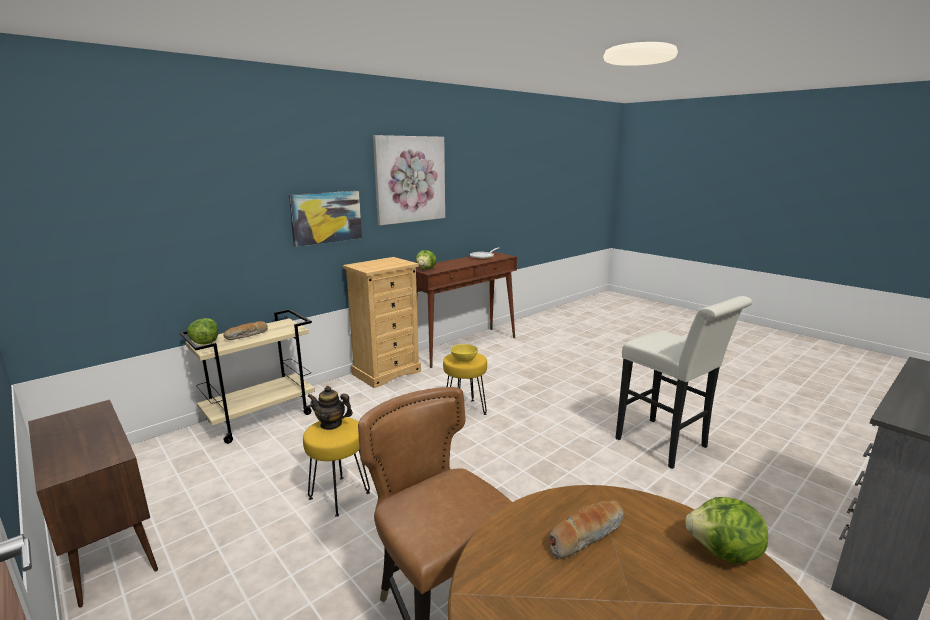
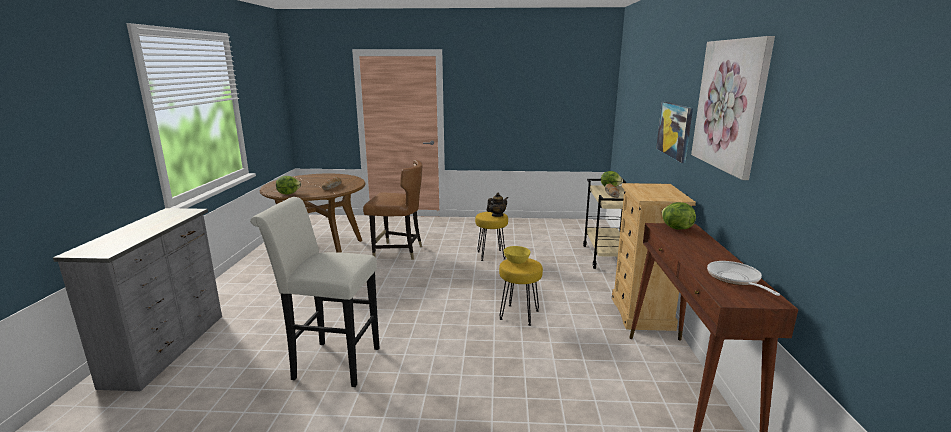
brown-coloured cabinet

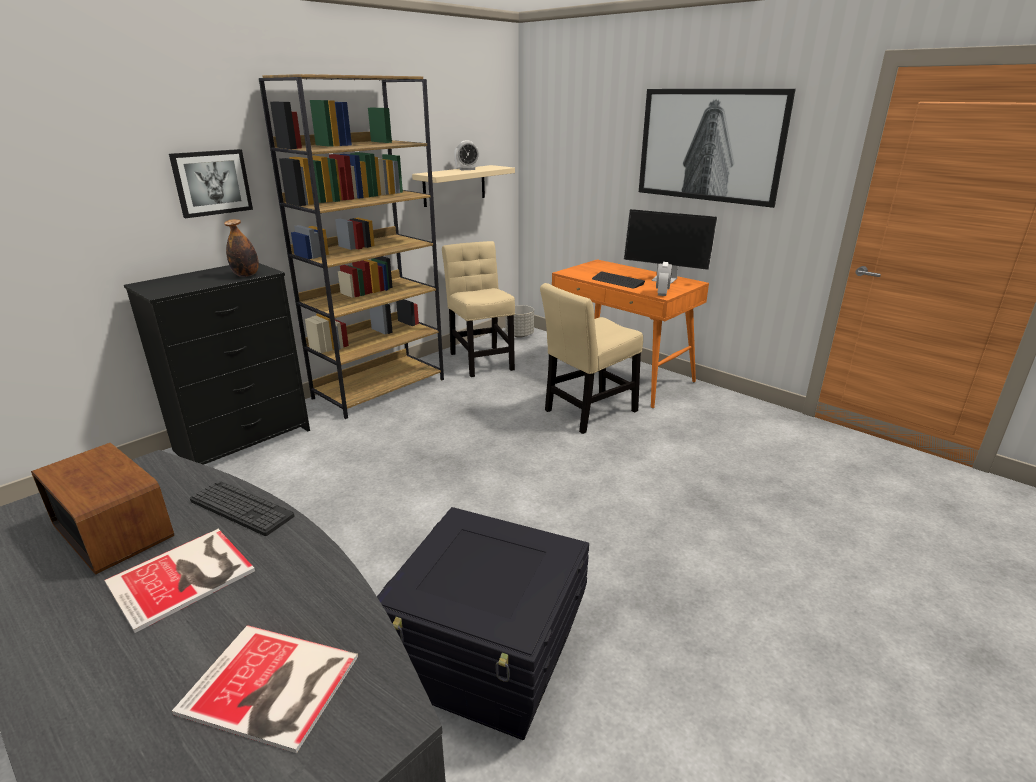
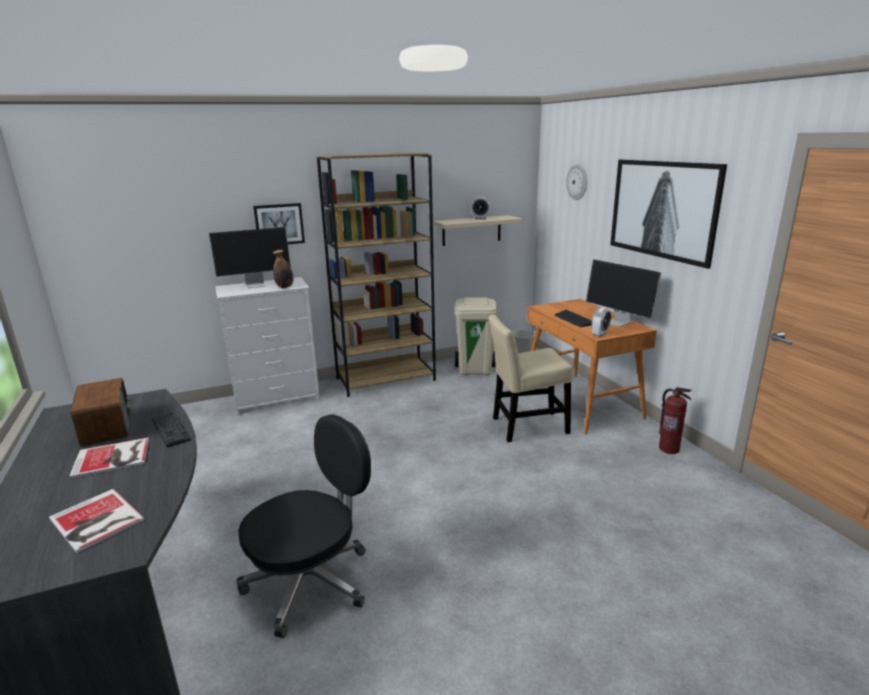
computer display (1st from left)
white dresser
black-coloured computer chair
beige-coloured trash can
wall clock
fire-fighting cylinder

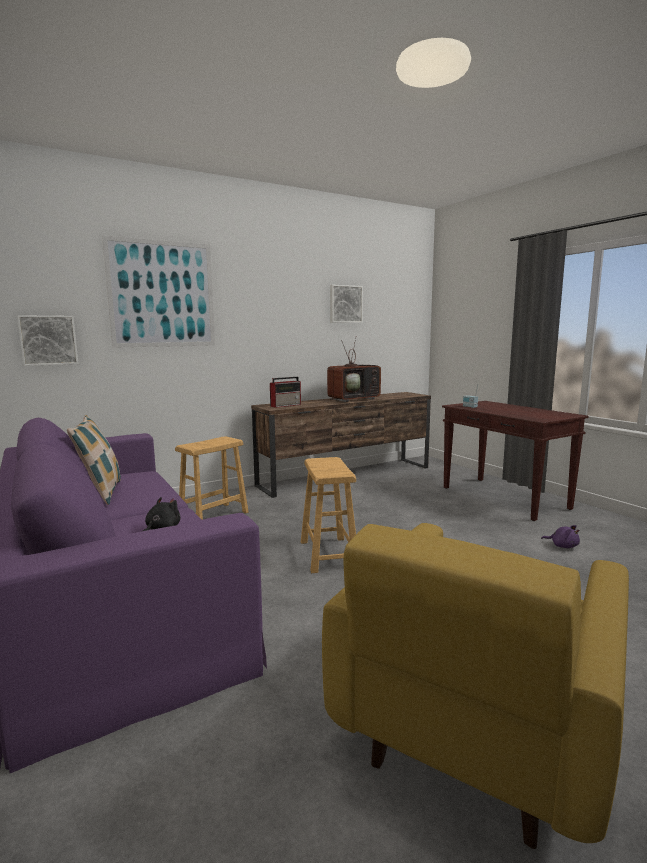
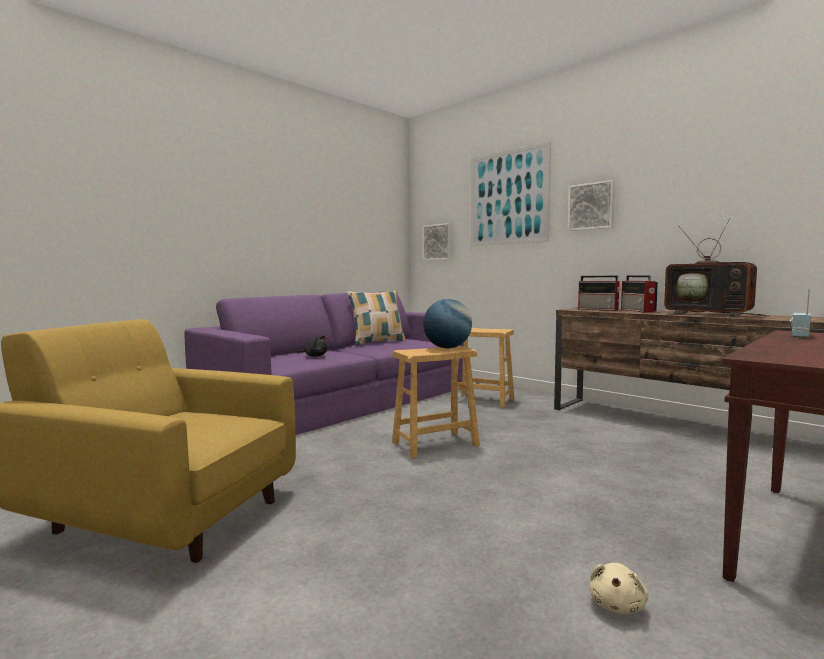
world globe
wall picture (3rd from left)
beige-coloured plush toy
radio receiver (2nd from left)

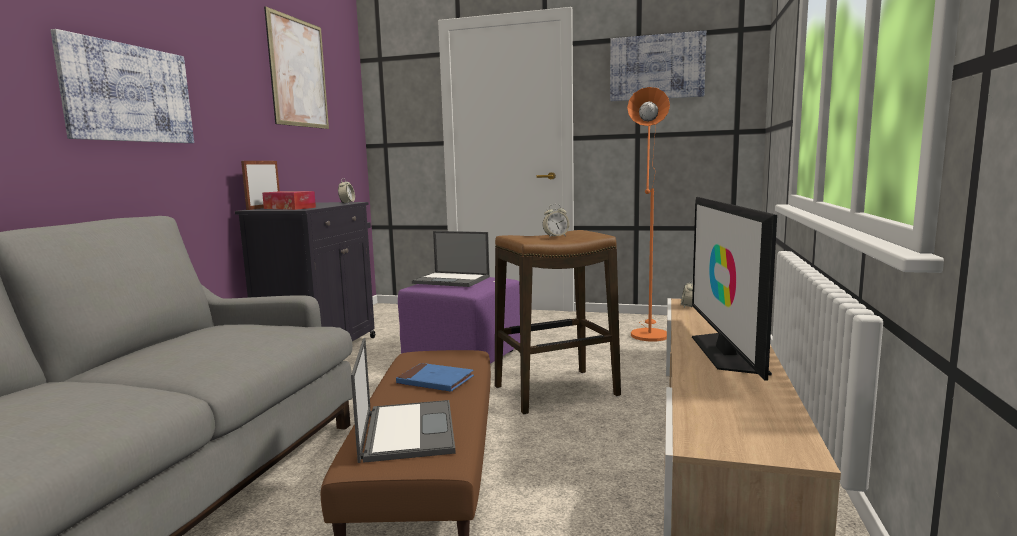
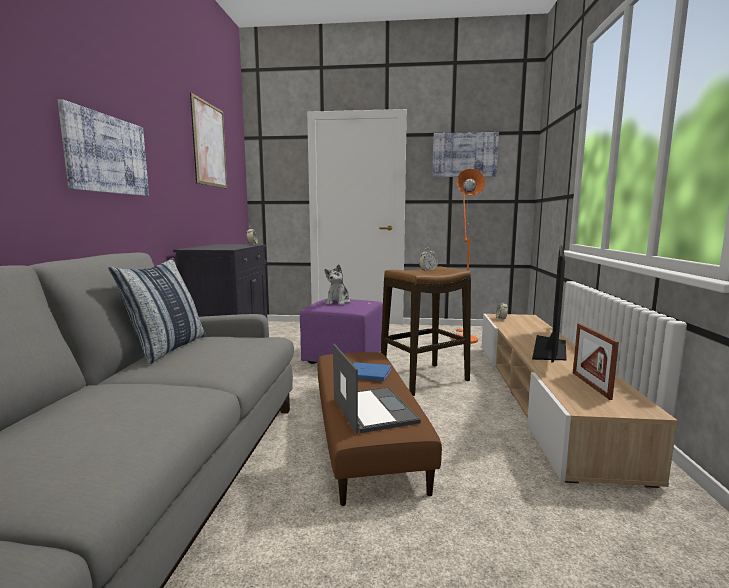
throw pillow
plush toy
TV set
picture frame
tissue box

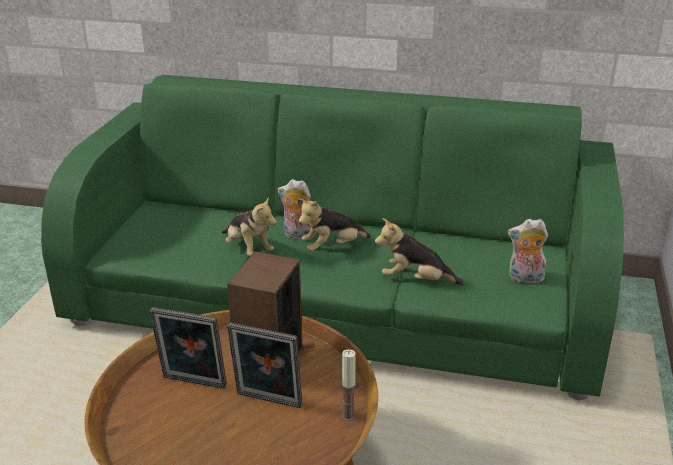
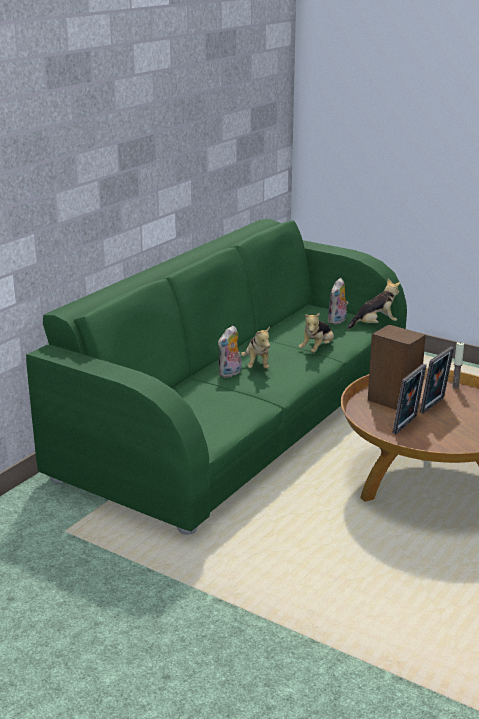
plush toy (5th from left)

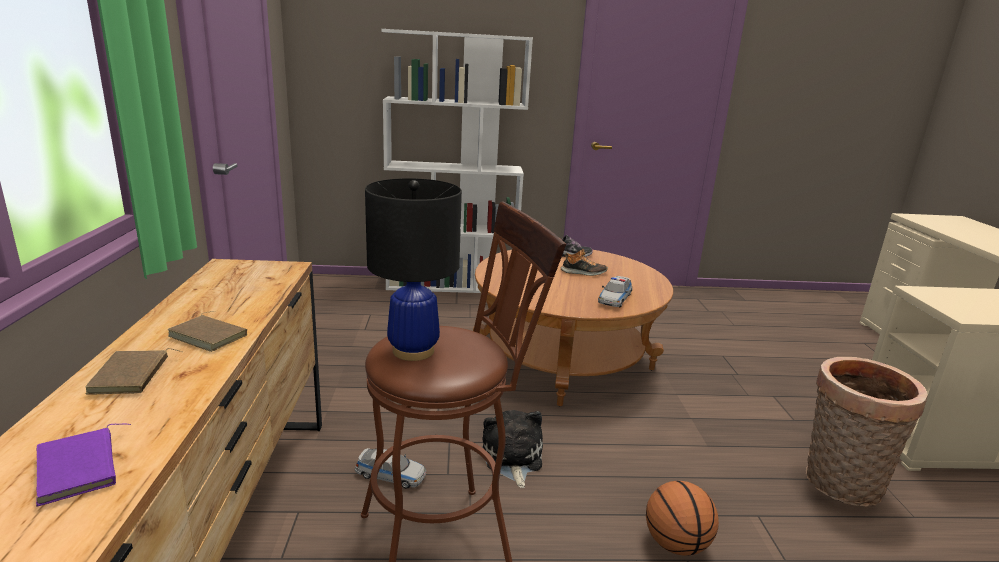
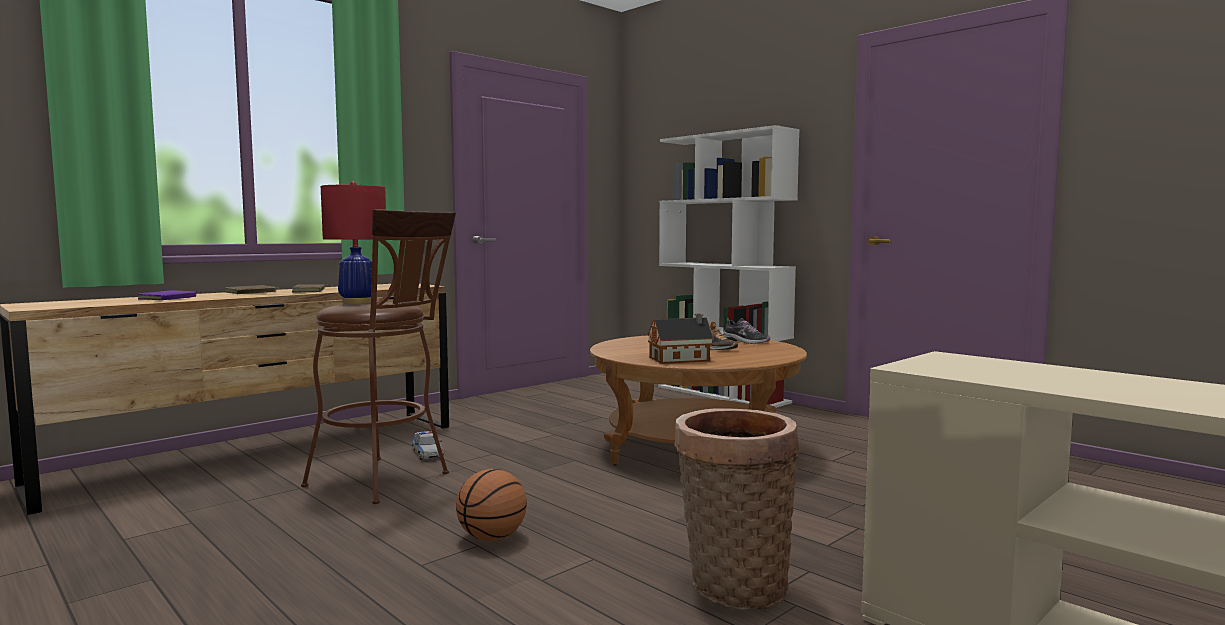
red-coloured lamp for a table
toy house
plush toy

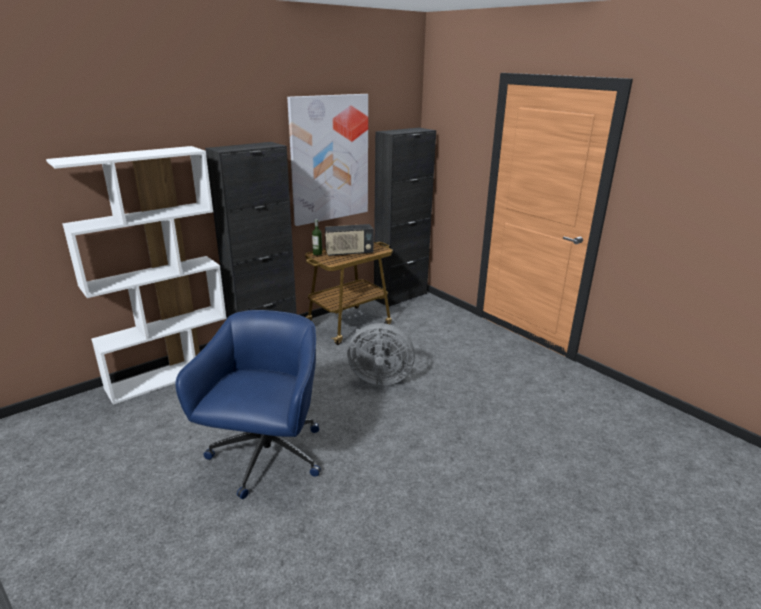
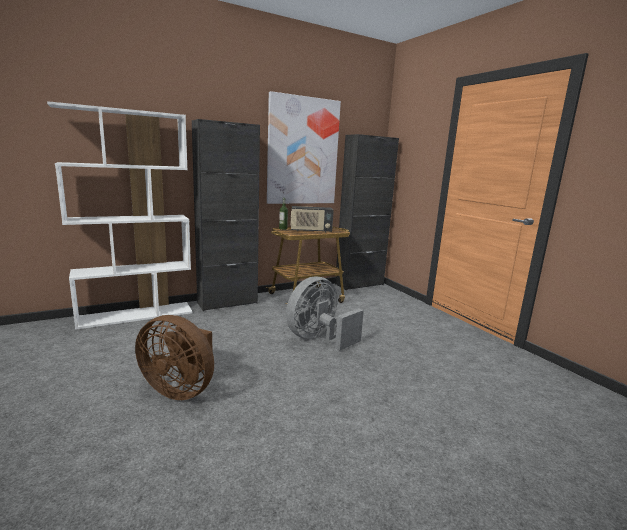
brown-coloured cooling fan
grey cooling fan

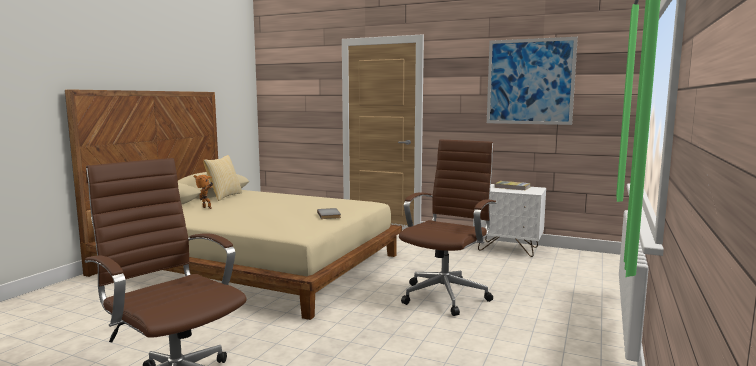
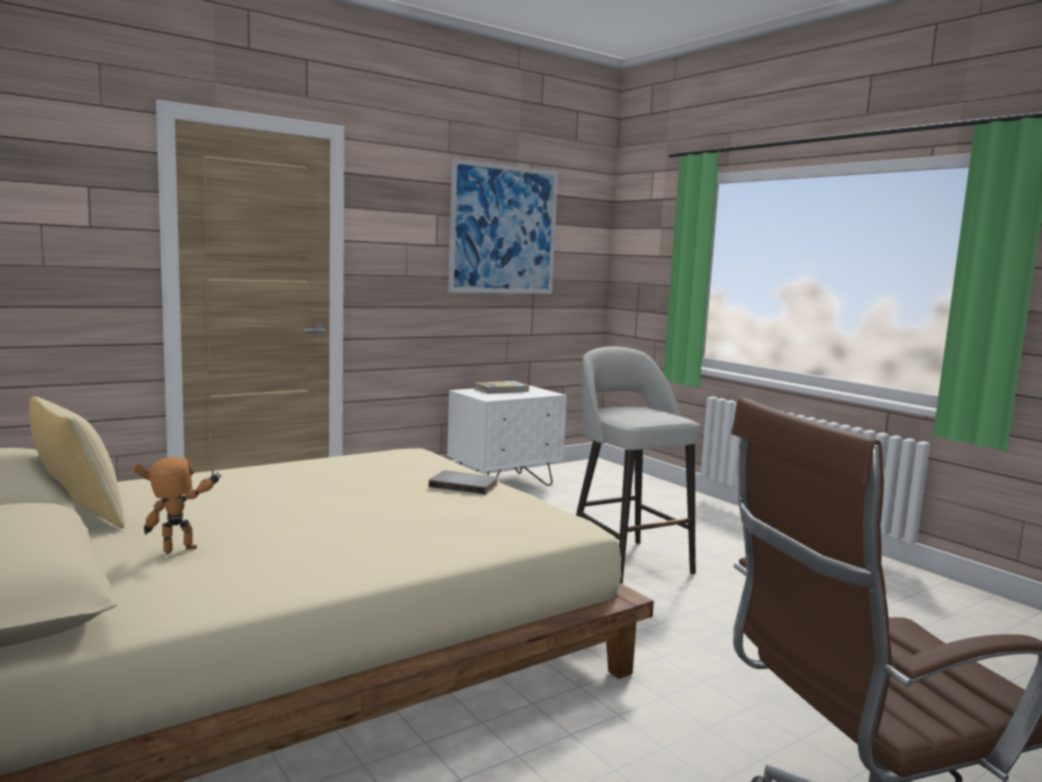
grey stool seat

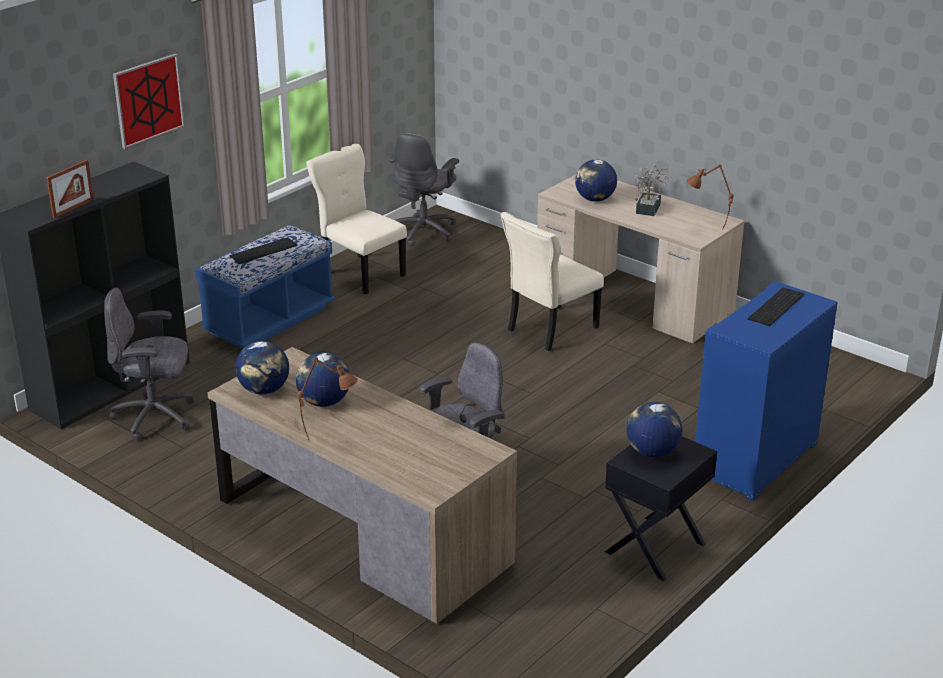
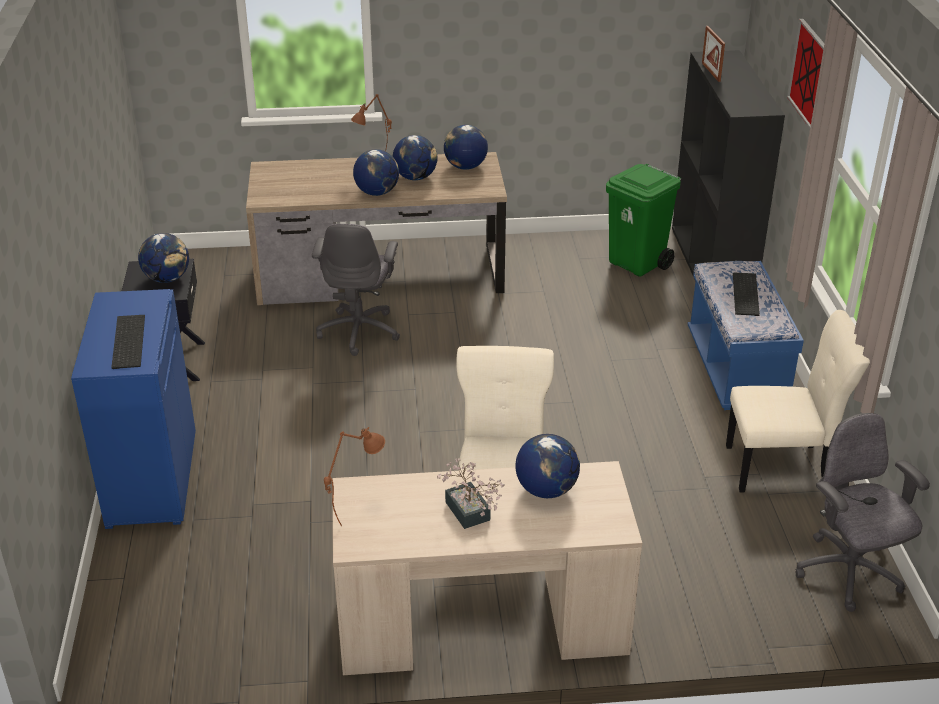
world globe (2nd from left)
green trash can

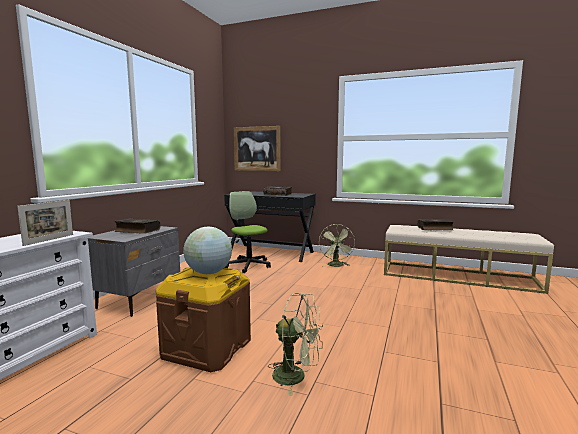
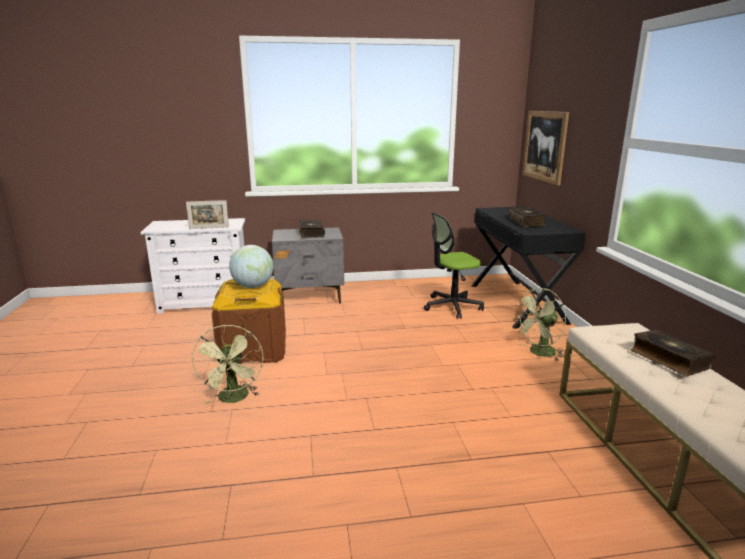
computer chair

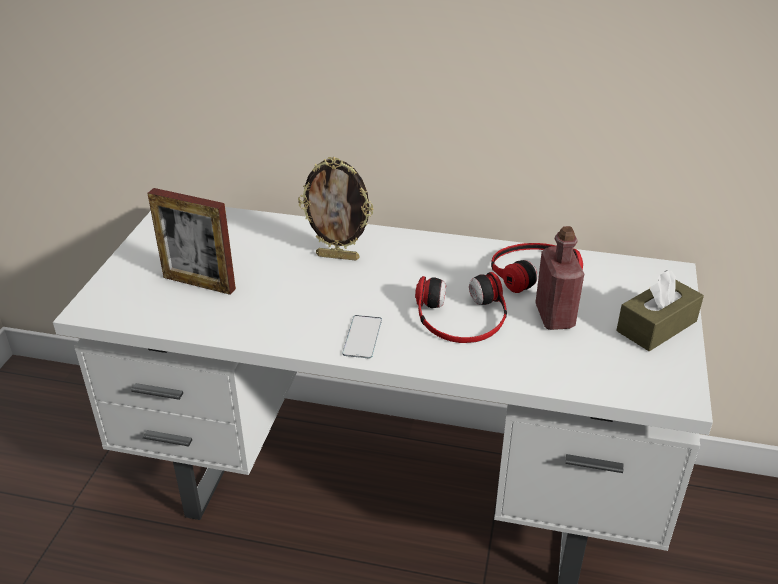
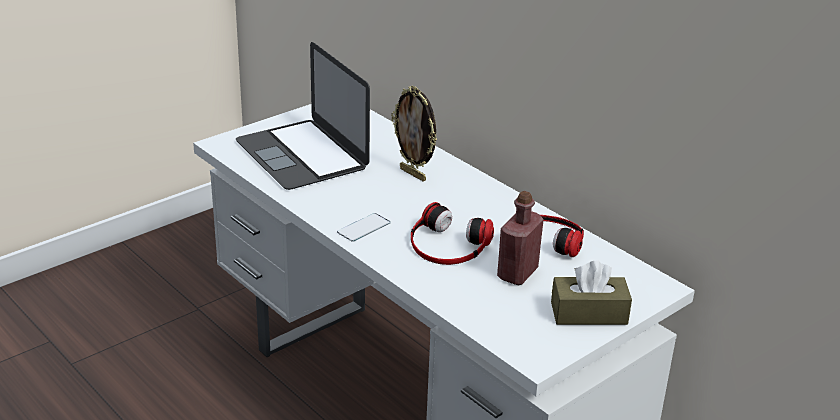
notebook computer

